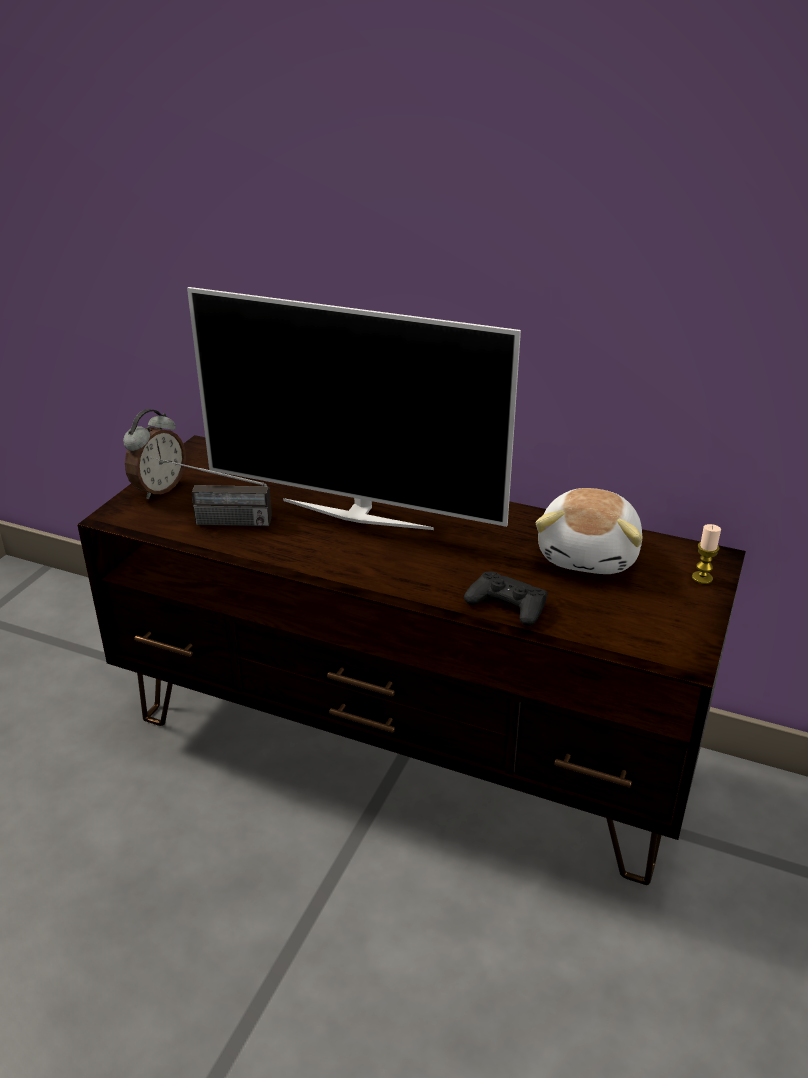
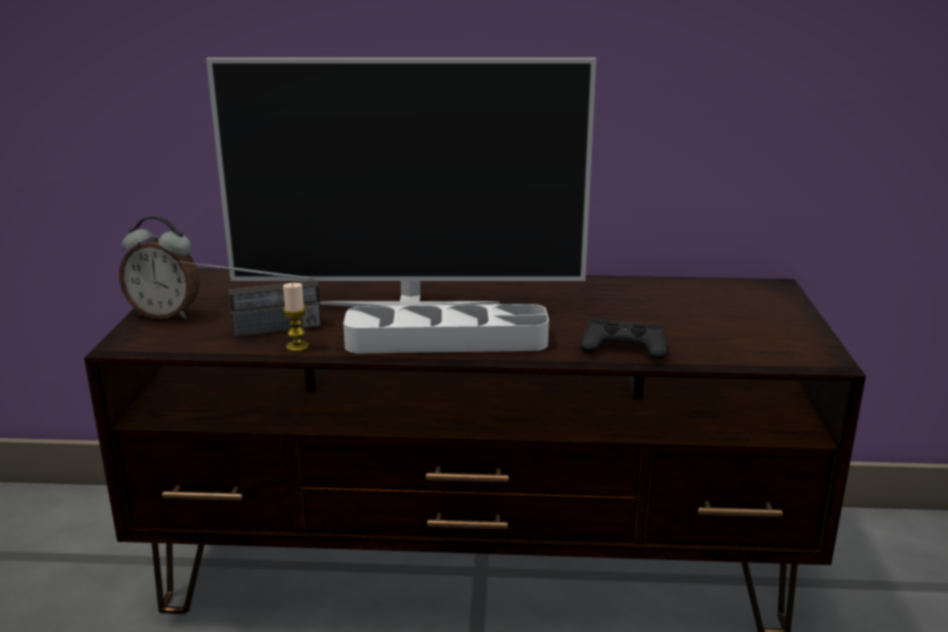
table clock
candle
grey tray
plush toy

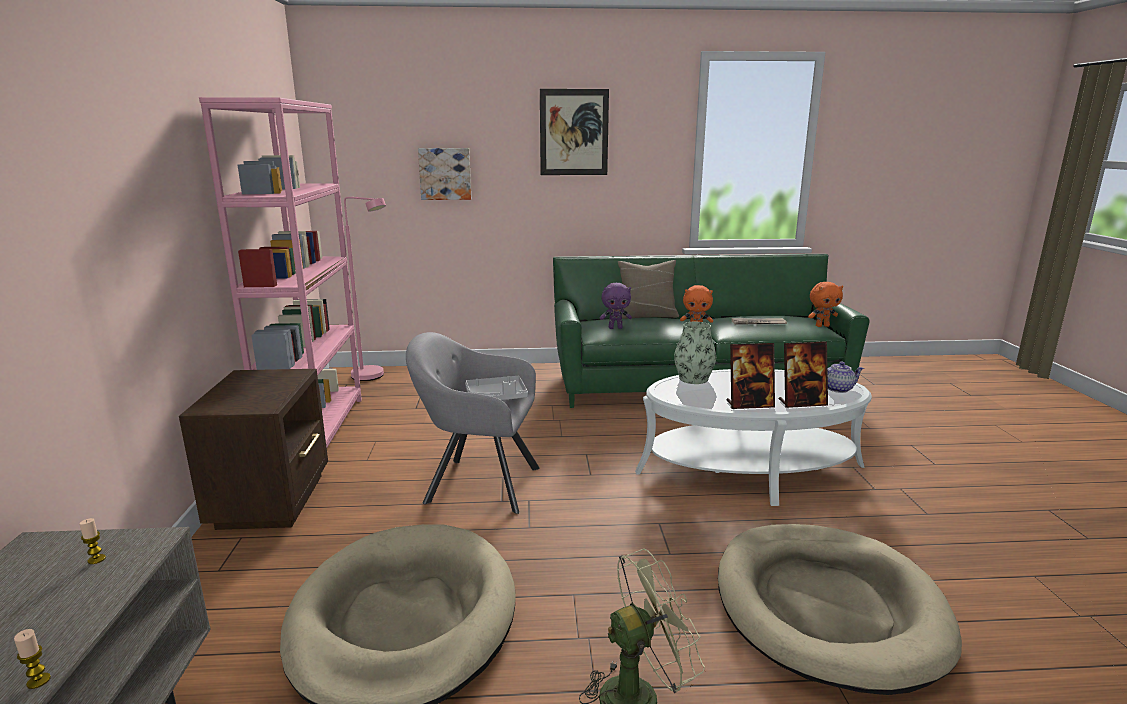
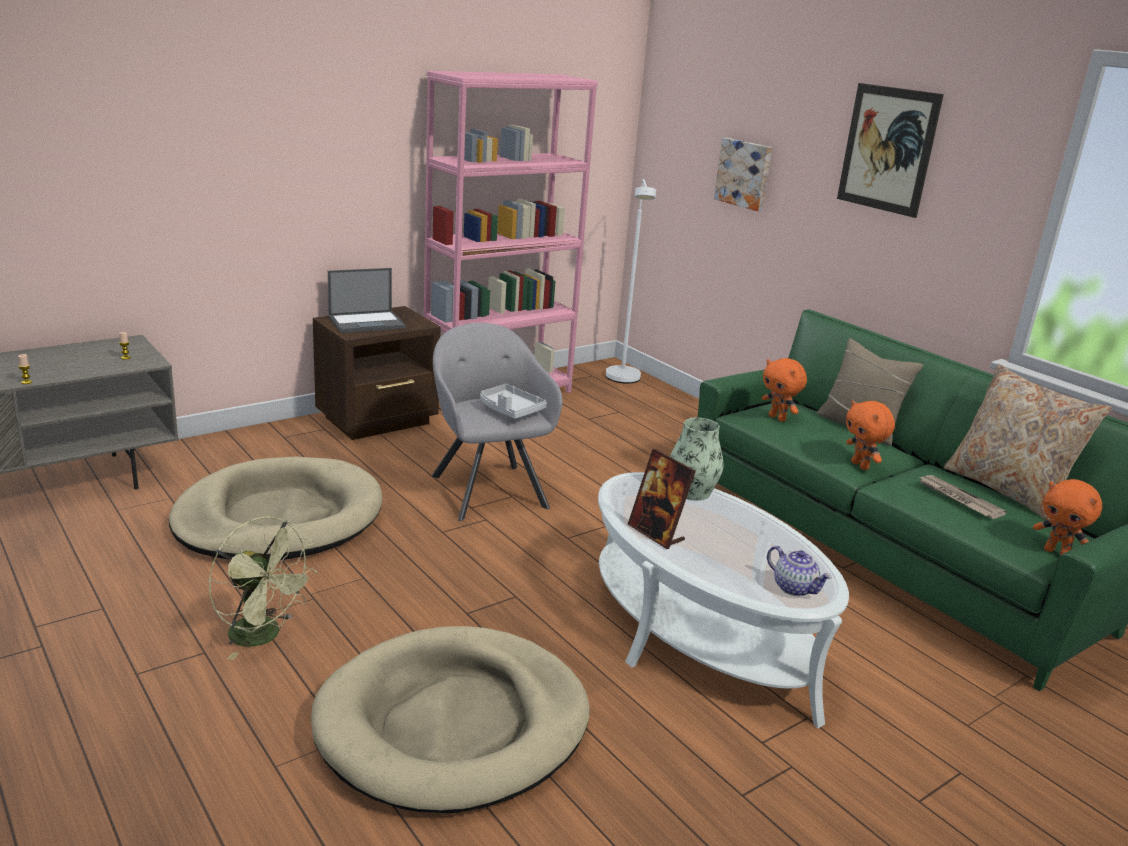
notebook computer
white standing lamp
orange plush toy (1st from left)
beige-coloured throw pillow (2nd from left)
picture frame (2nd from left in the first image)

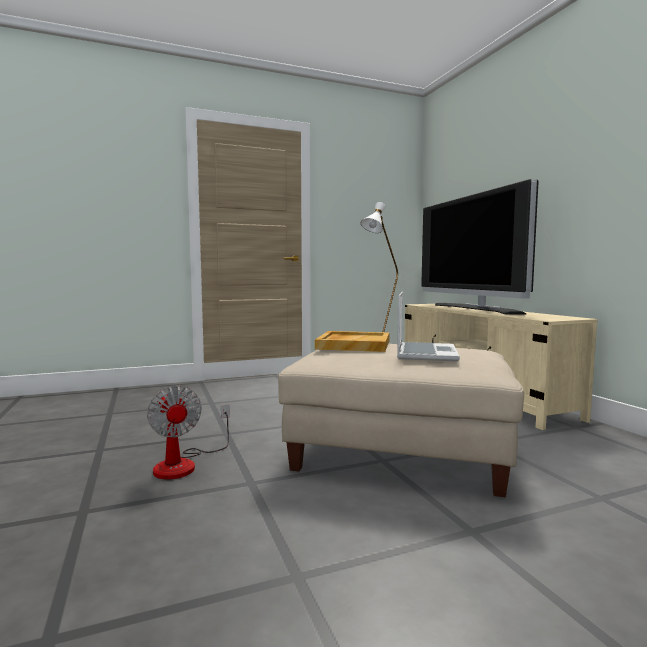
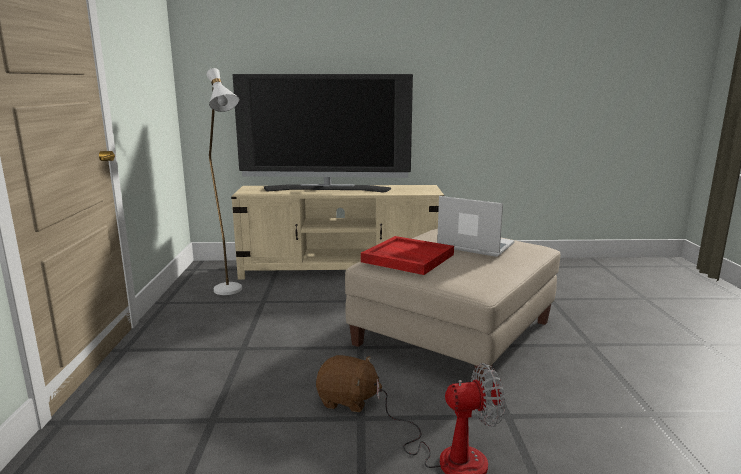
brown-coloured plush toy
red-coloured tray

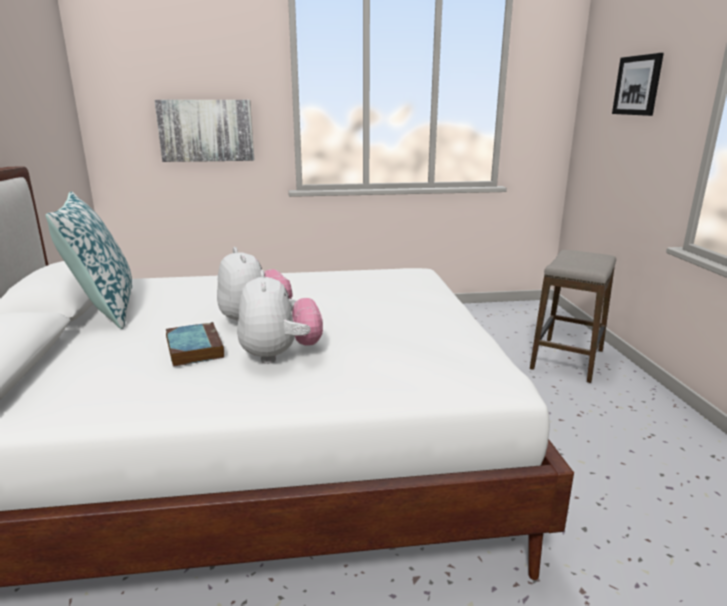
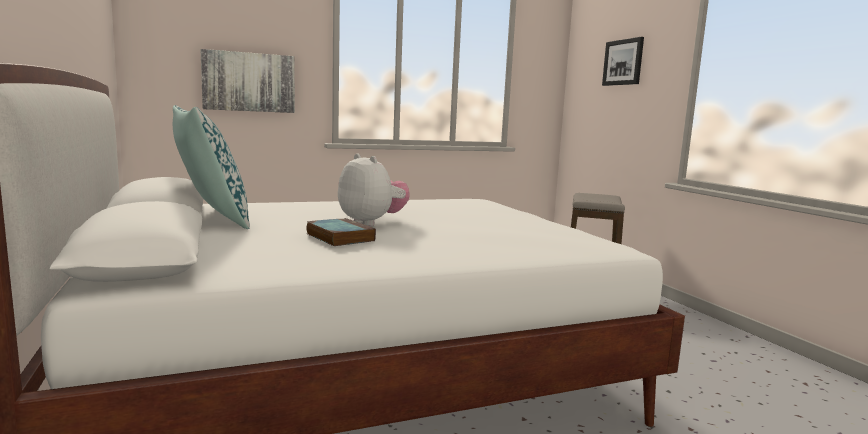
plush toy (2nd from left in the first image)

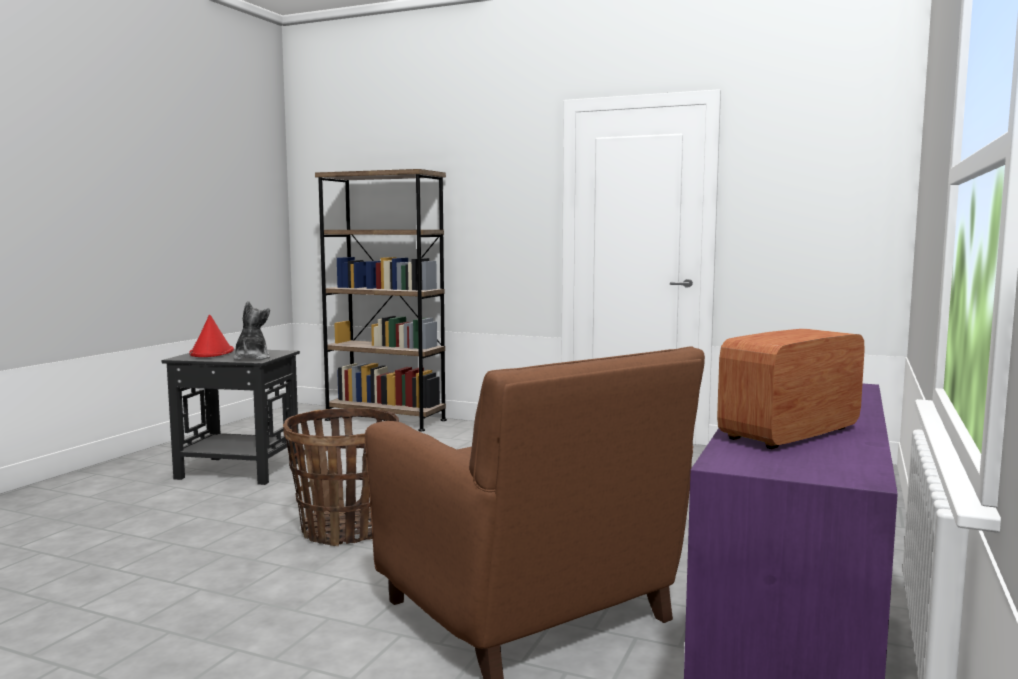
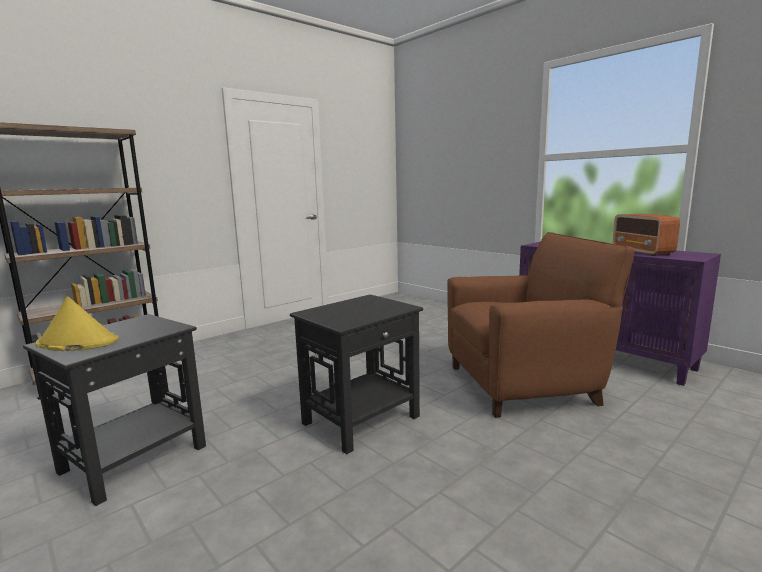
yellow-coloured clothing hat
black-coloured end table (2nd from left)
plush toy

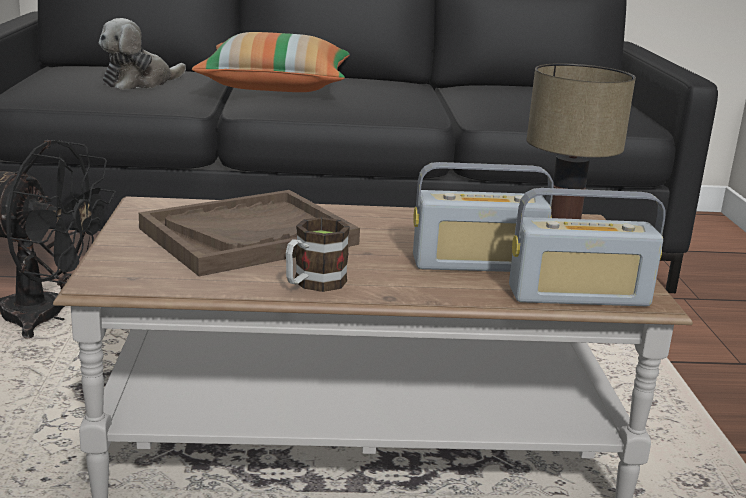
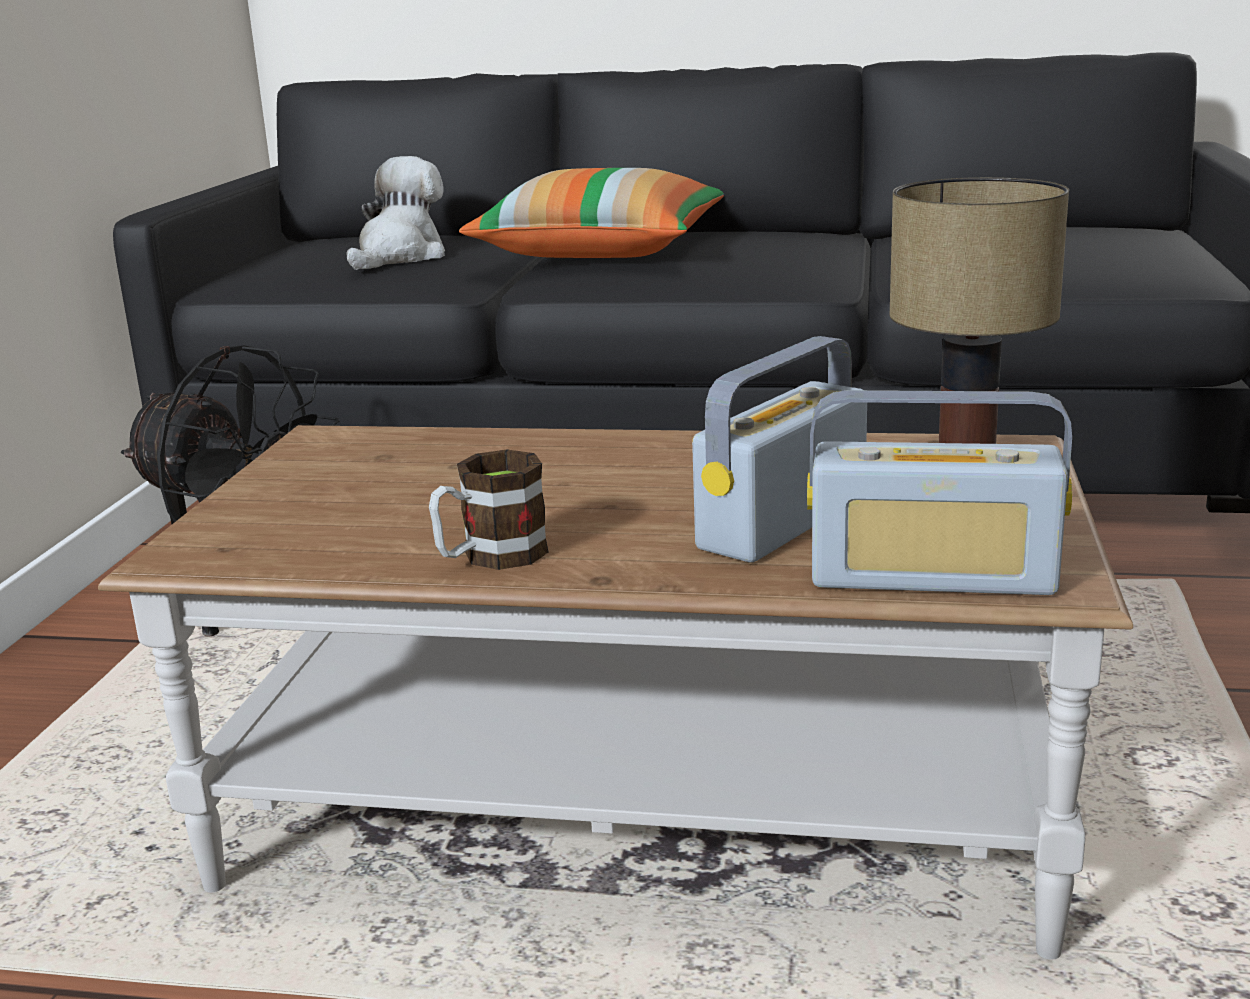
plush toy
radio receiver (1st from left)
brown-coloured tray

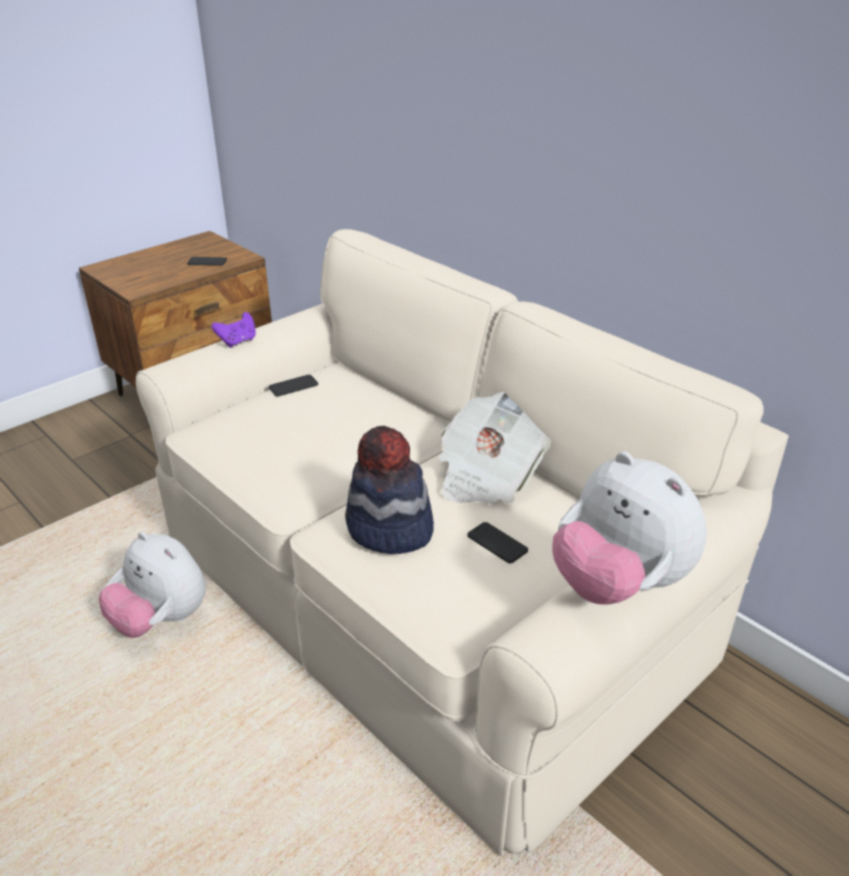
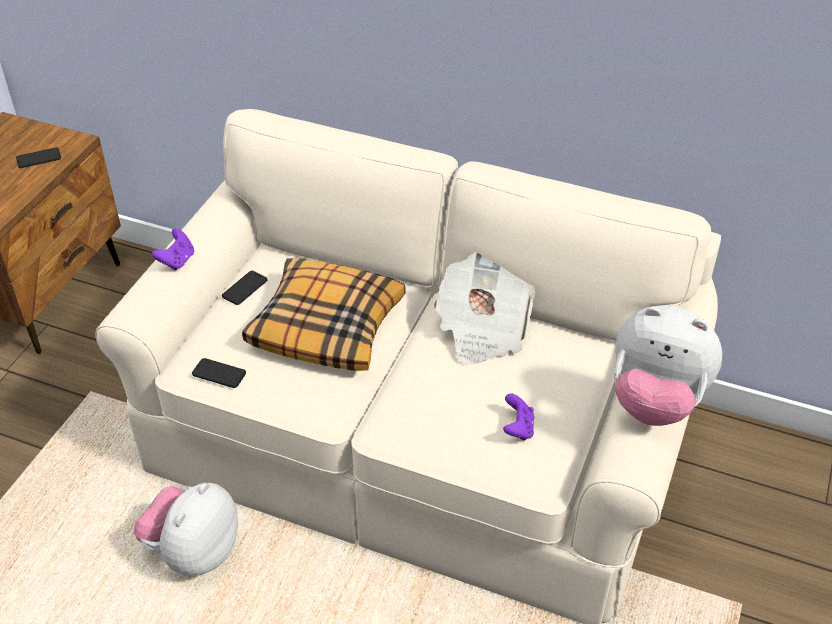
plush toy (1st from left)
phone (2nd from left)
throw pillow
purple gamepad (2nd from left)
clothing hat

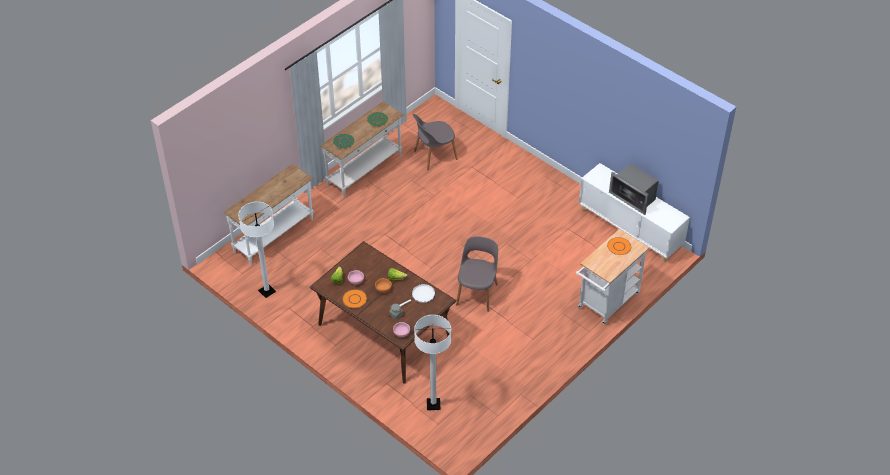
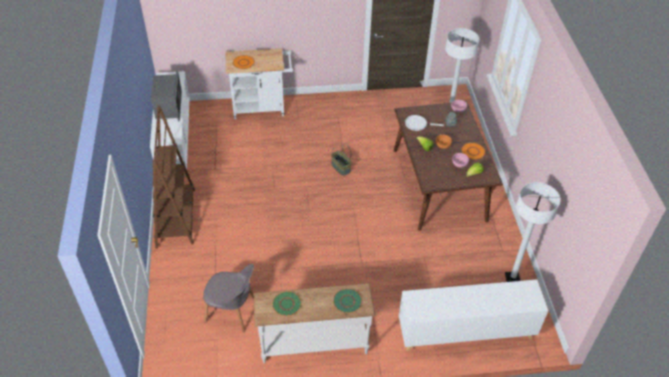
brown-coloured bookcase
basket
white cabinet (2nd from left)

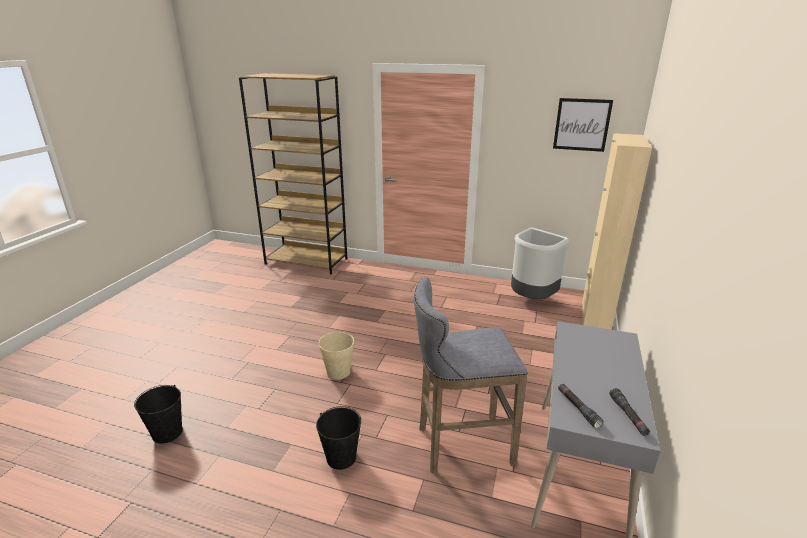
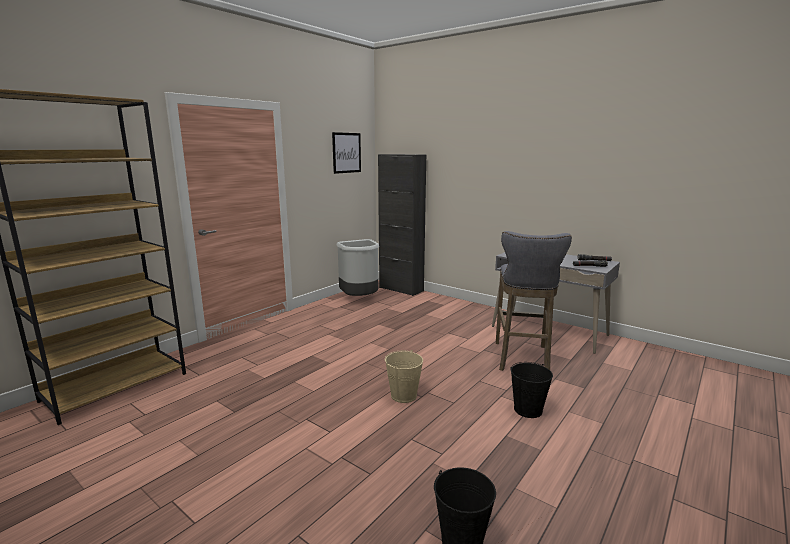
black-coloured cabinet

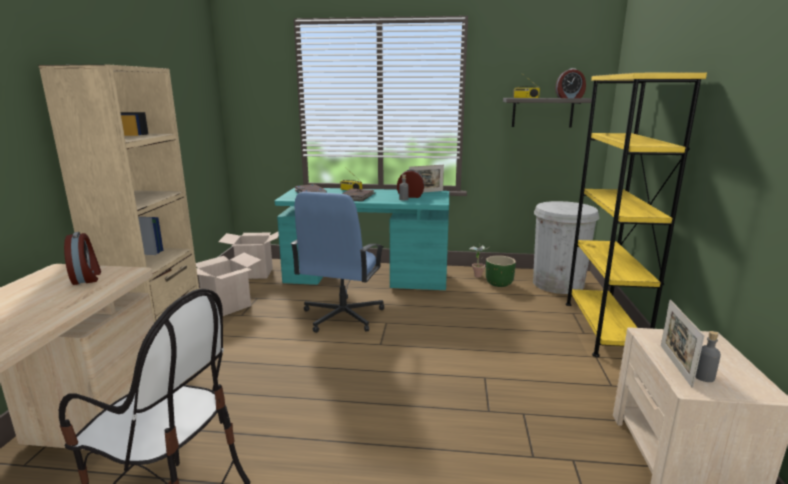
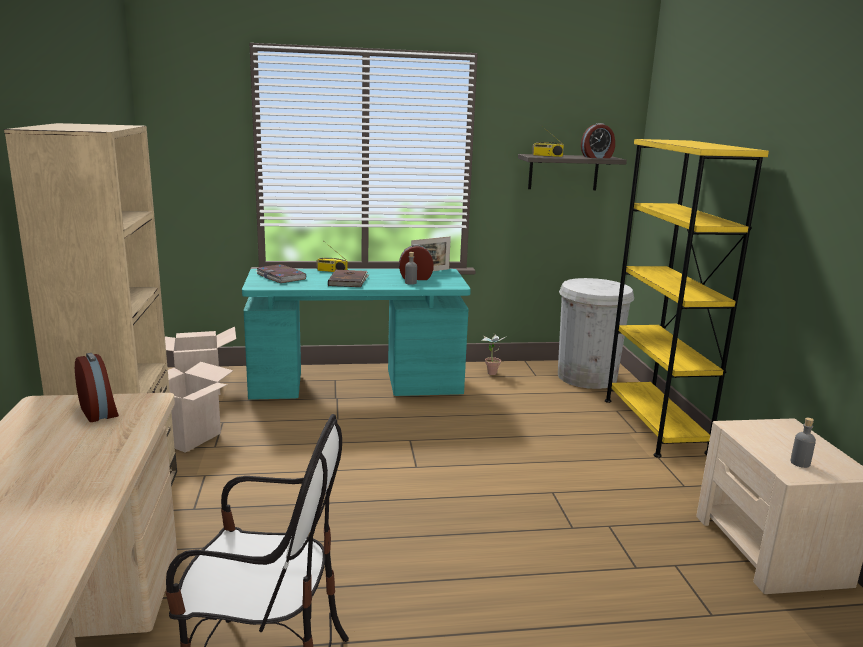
blue computer chair
green planter
picture frame (2nd from left in the first image)

